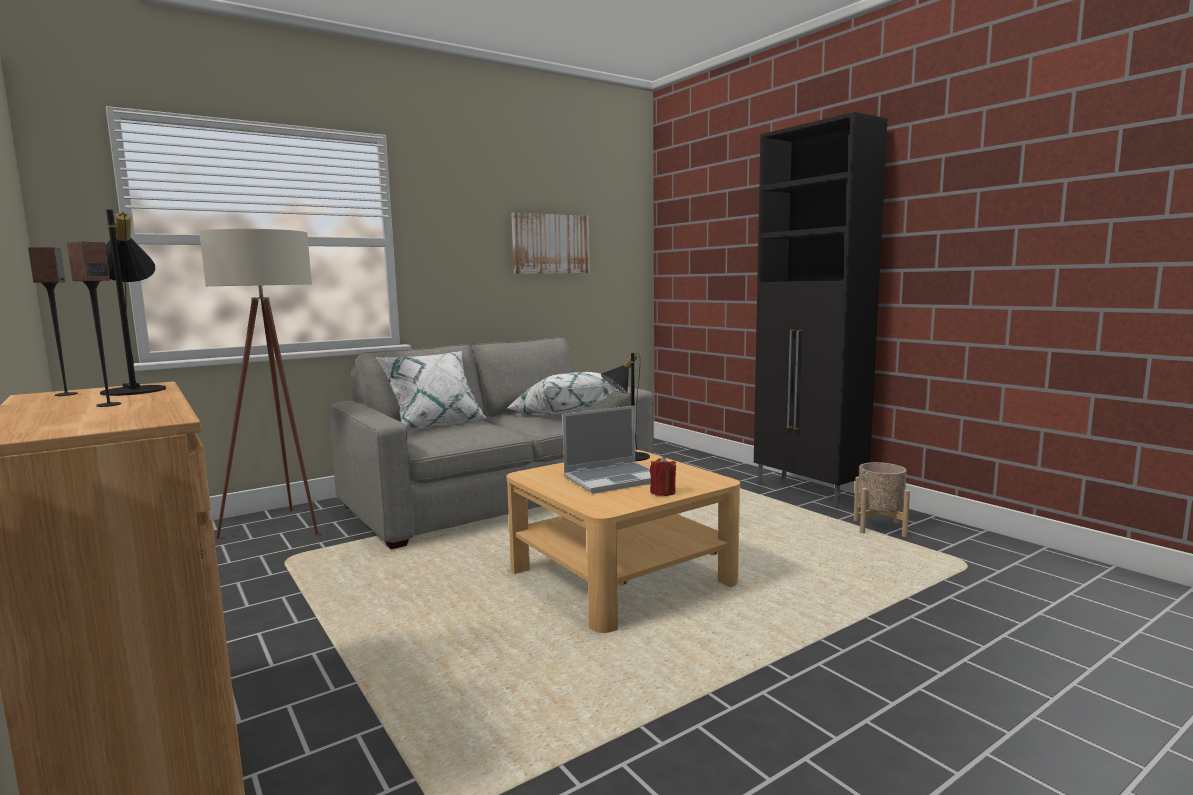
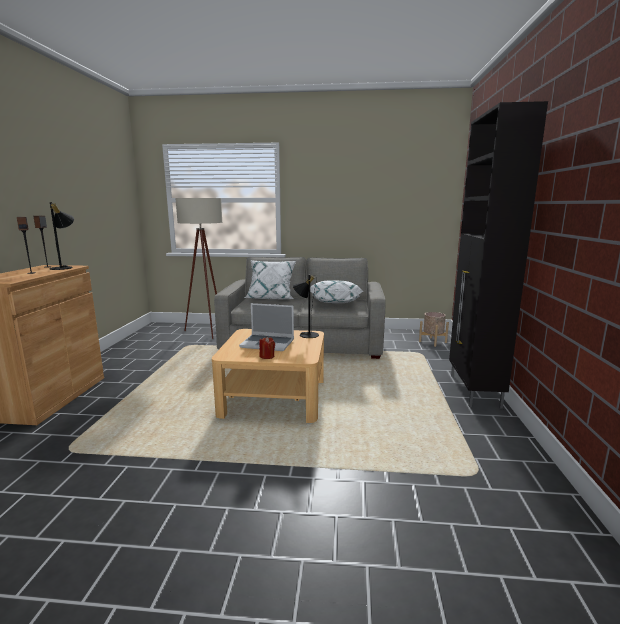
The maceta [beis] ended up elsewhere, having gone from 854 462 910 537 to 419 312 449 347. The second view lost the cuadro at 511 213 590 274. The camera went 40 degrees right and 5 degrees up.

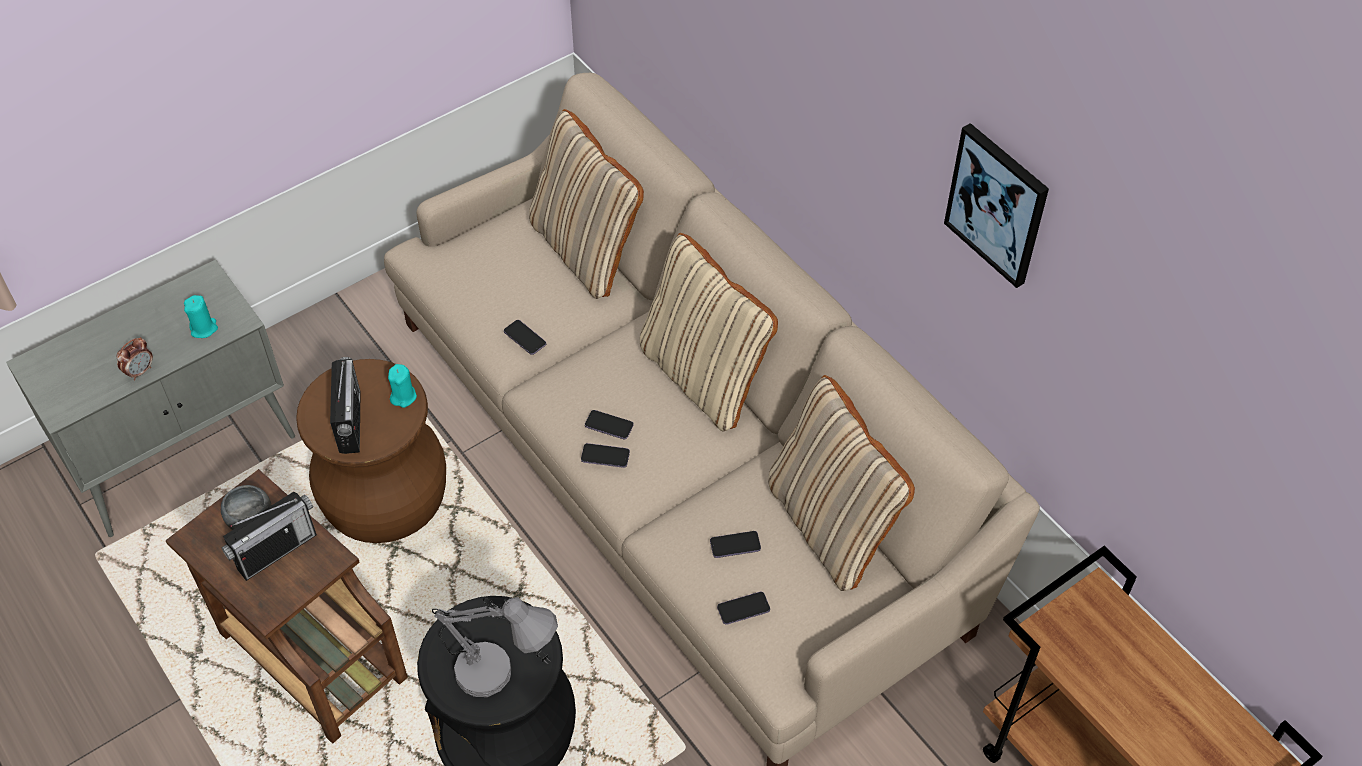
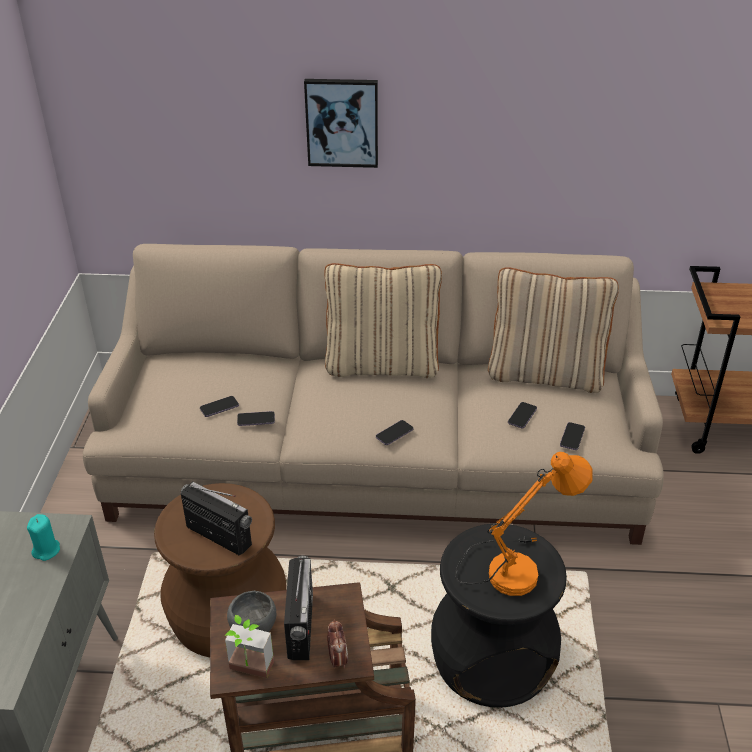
The móvil ended up elsewhere, having gone from 585 410 634 439 to 200 396 239 417. The second view gained the planta en maceta at 225 615 274 678. The cuadro ended up elsewhere, having gone from 944 123 1049 288 to 304 79 378 168. The despertador ended up elsewhere, having gone from 116 337 153 381 to 327 619 348 669. What was the lámpara de mesa [gris] at 432 597 558 697 turned into the lámpara de mesa [naranja] at 455 452 592 596. The second view lost the vela [turquesa] at 388 364 417 408. The second view lost the cojín [beis] at 529 109 644 299. The camera went 50 degrees left and 15 degrees down.

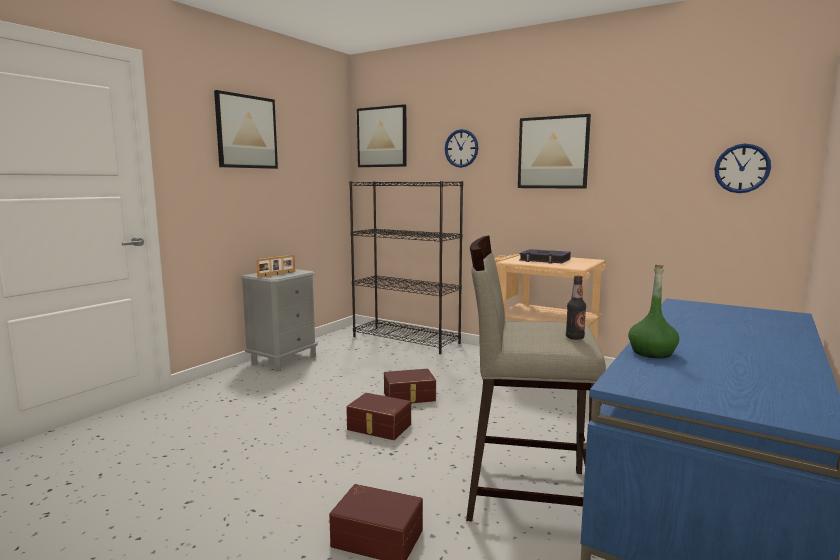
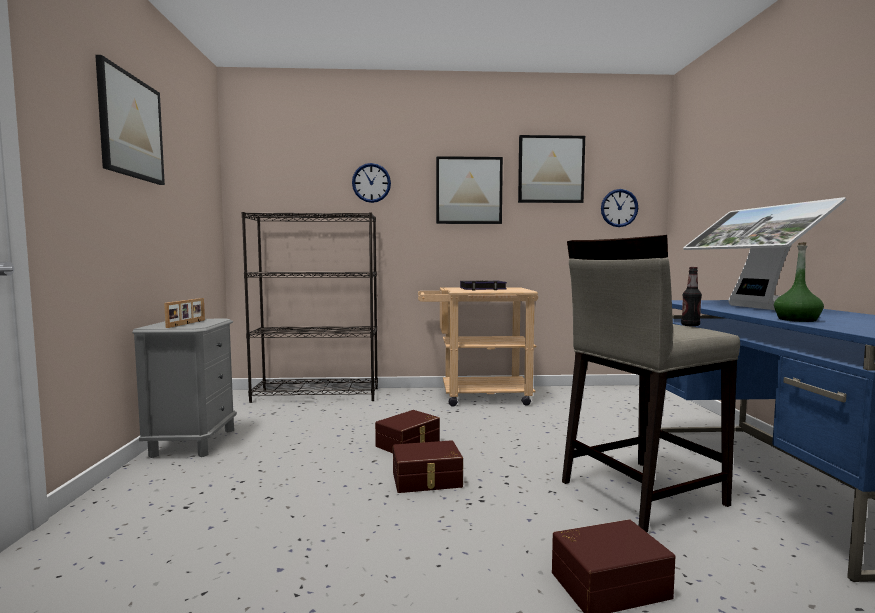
The cuadro ended up elsewhere, having gone from 357 104 407 167 to 518 135 585 203. The second view gained the monitor at 683 197 846 310. The camera went 35 degrees left and 5 degrees down.

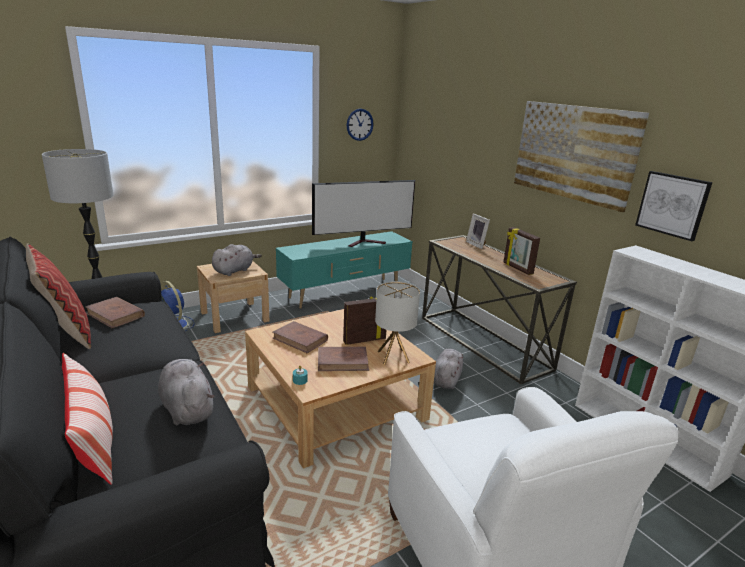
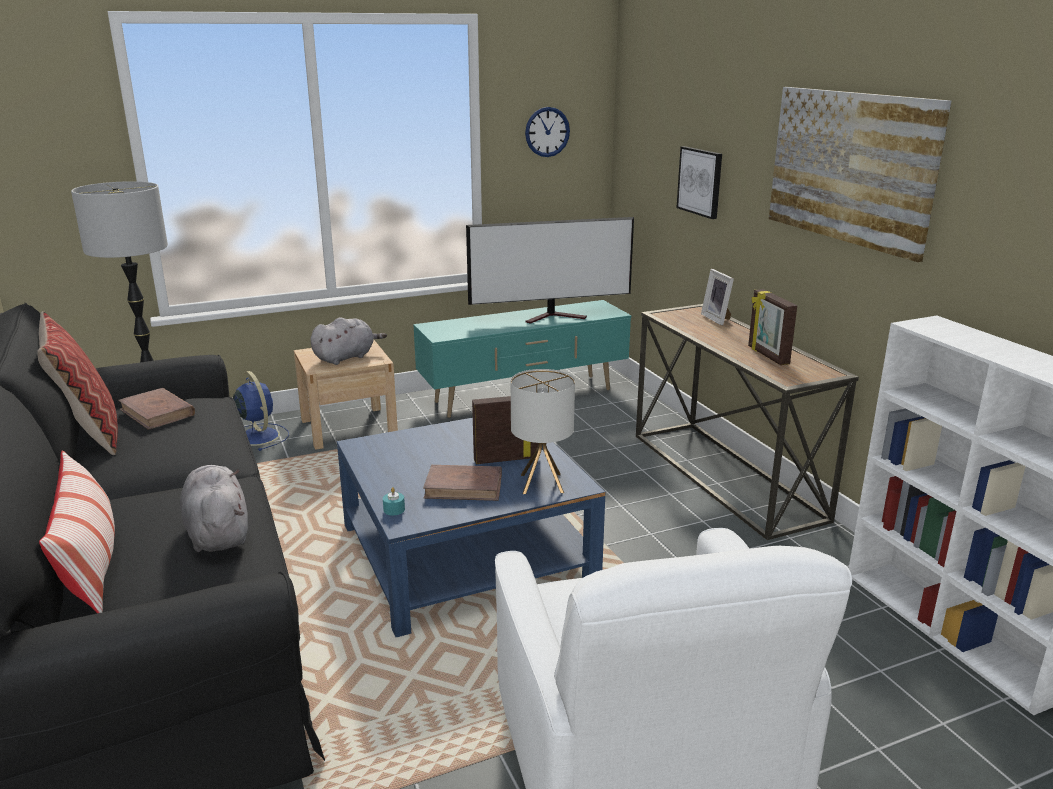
What was the mesa de centro [beis] at 245 309 436 469 turned into the mesa de centro [azul] at 337 418 605 637. The cuadro ended up elsewhere, having gone from 635 171 713 241 to 676 146 722 219. The second view lost the libro [marrón] at 273 321 328 353. The second view lost the peluche [gris] at 434 349 463 389. The camera went 10 degrees right and 0 degrees up.

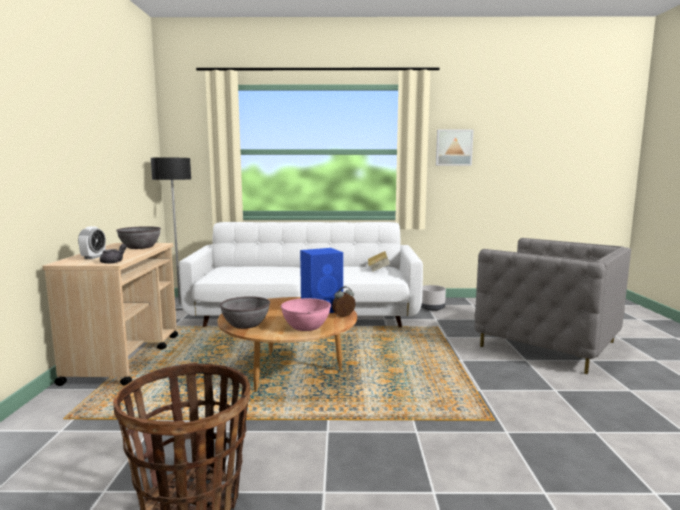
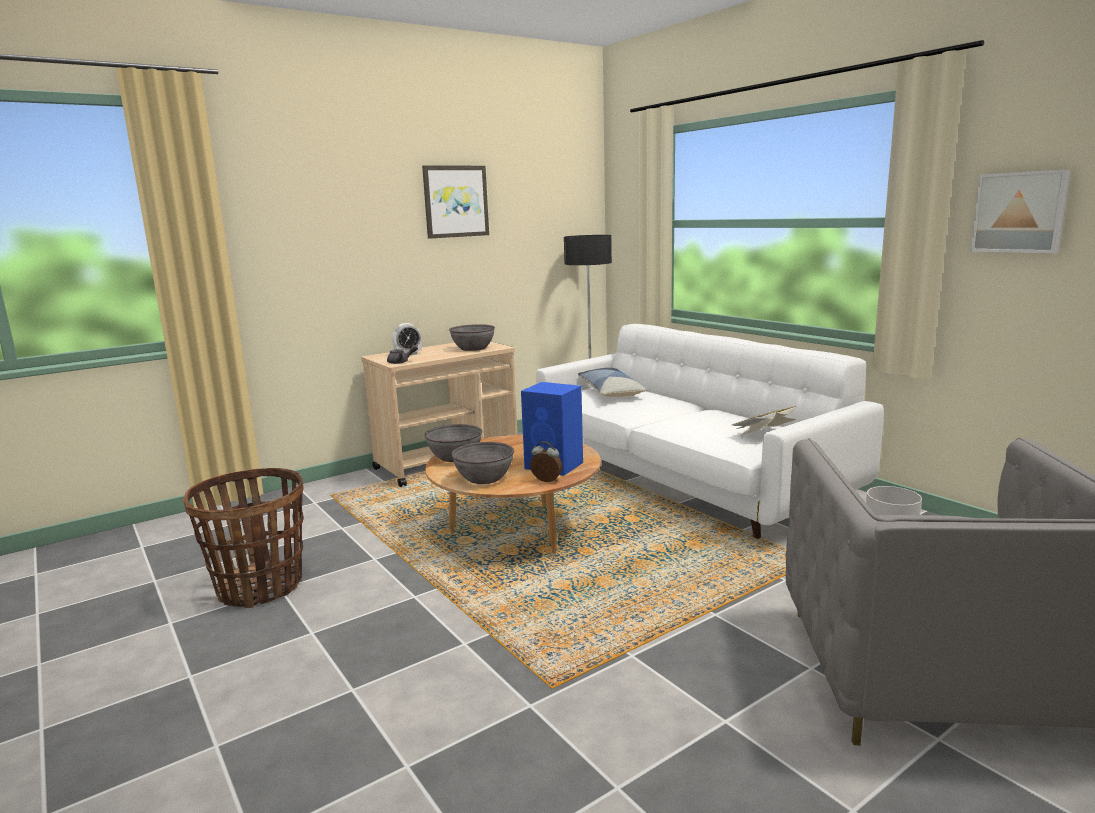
The second view gained the cuadro at 422 165 489 239. What was the cuenco [rosa] at 281 298 331 331 turned into the cuenco [gris] at 451 442 514 484. The second view gained the cojín at 578 368 648 397. The camera went 55 degrees right and 5 degrees up.

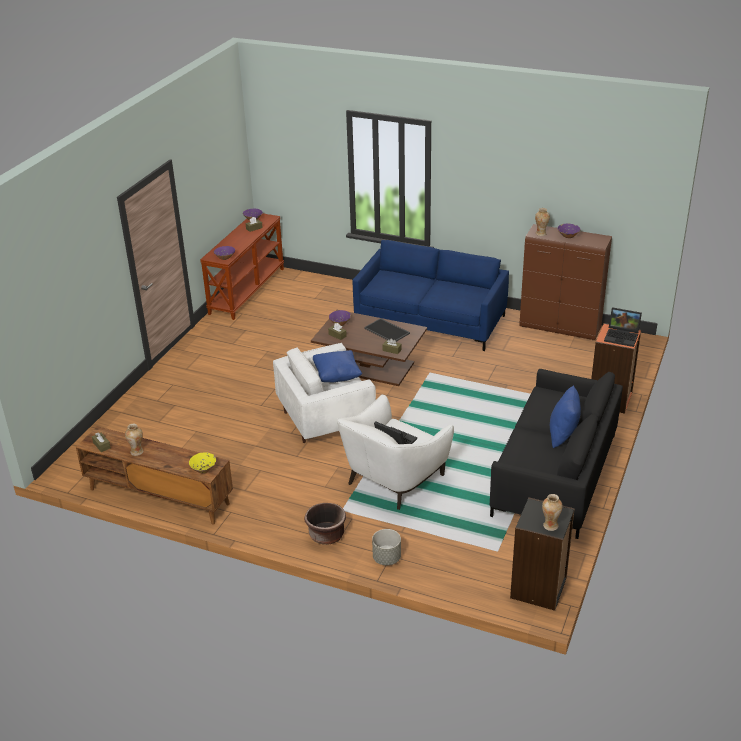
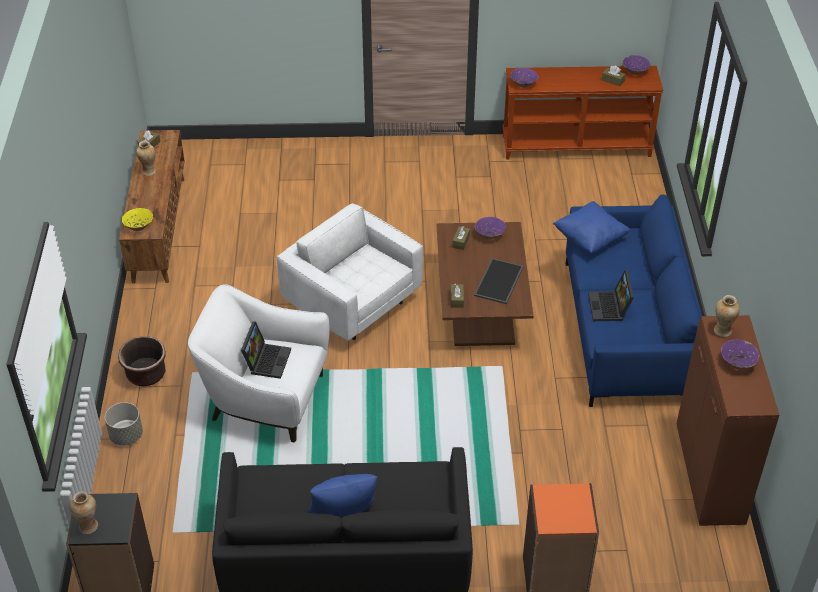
The cojín [azul] ended up elsewhere, having gone from 313 350 363 382 to 553 201 631 254. The portátil ended up elsewhere, having gone from 604 307 642 347 to 588 270 634 321. The camera went 65 degrees right and 10 degrees up.

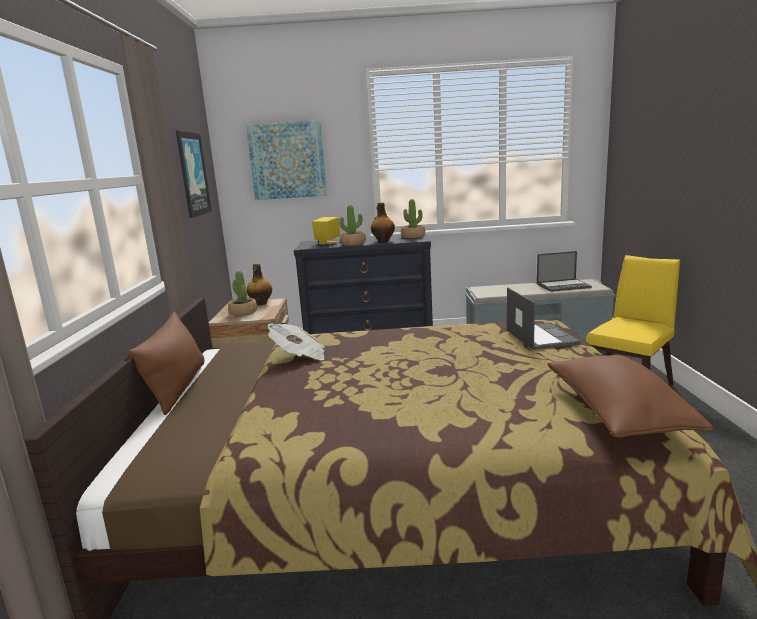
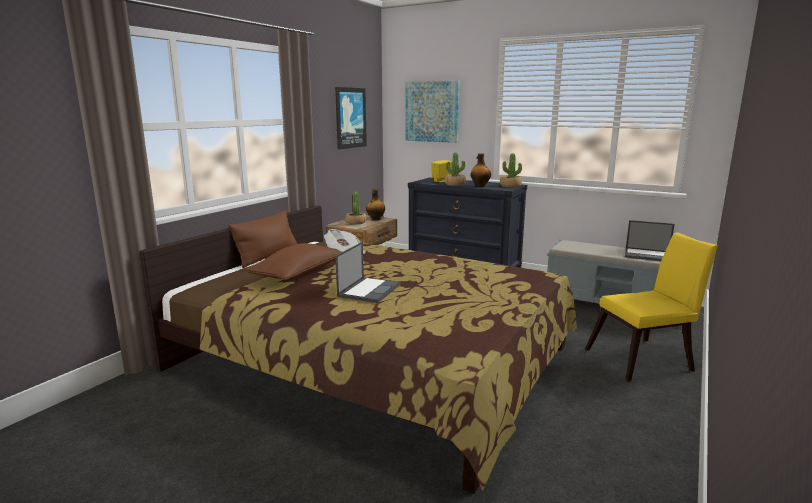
The cojín [marrón] ended up elsewhere, having gone from 547 355 714 438 to 245 243 342 280. The portátil ended up elsewhere, having gone from 507 287 581 350 to 335 242 401 303. The camera went 30 degrees right and 0 degrees up.

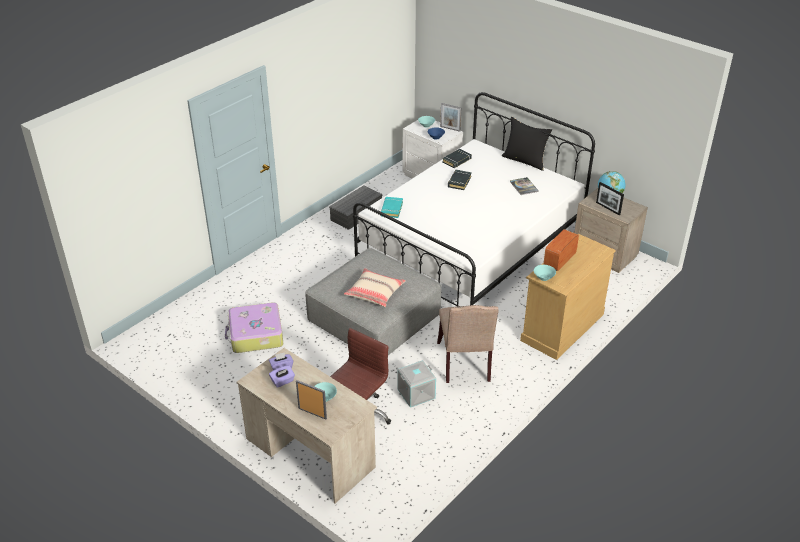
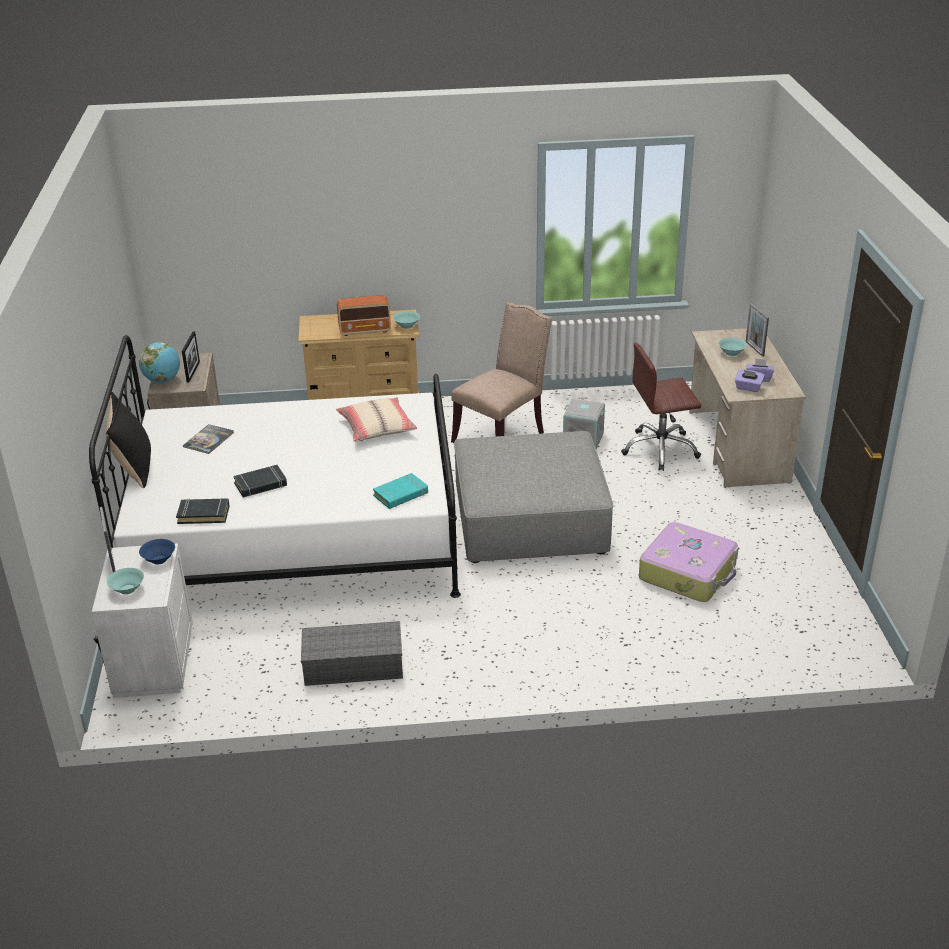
The cojín [beis] ended up elsewhere, having gone from 344 268 406 307 to 336 397 417 442. The camera went 135 degrees left and 5 degrees down.

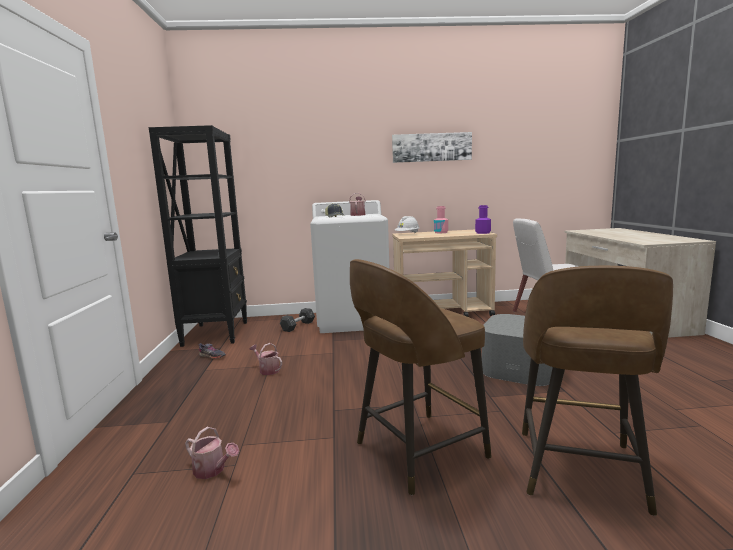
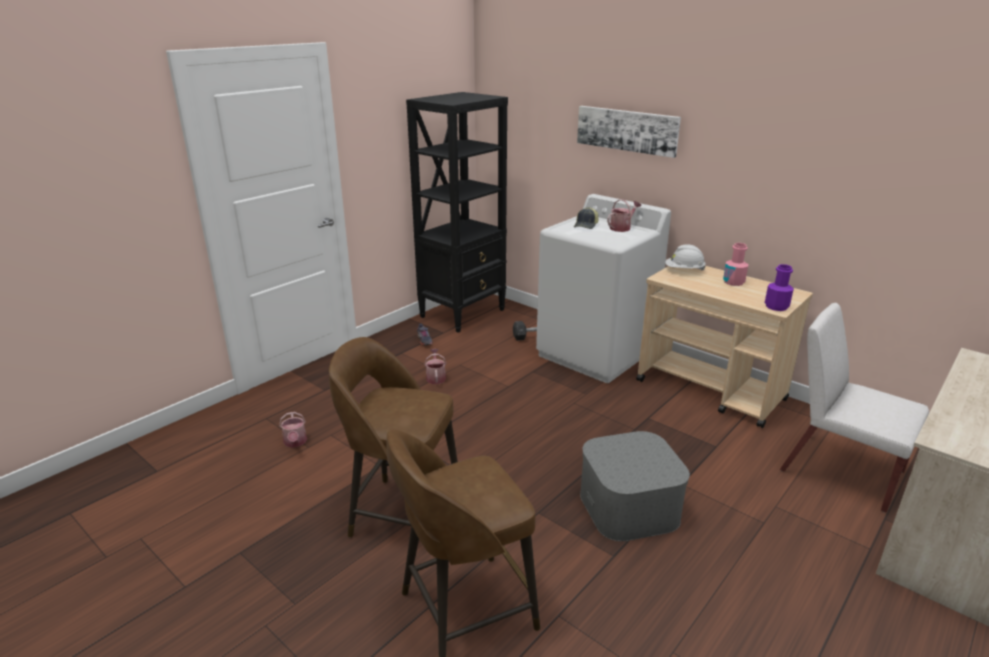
The cuadro ended up elsewhere, having gone from 392 132 472 163 to 577 106 681 158. The camera went 45 degrees right and 15 degrees up.

